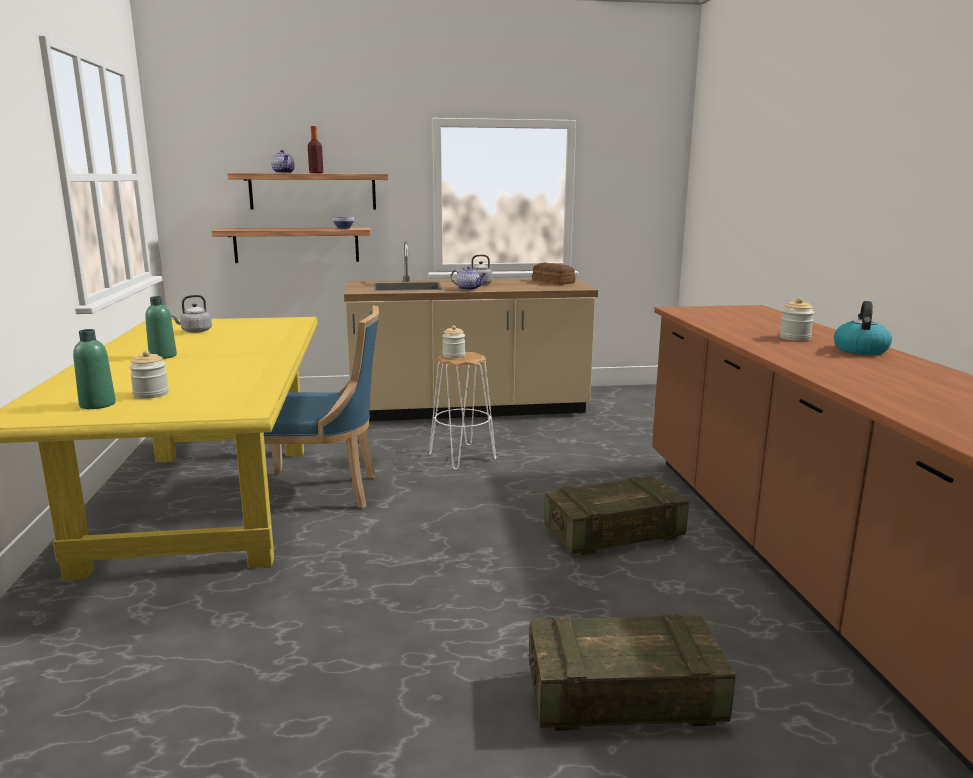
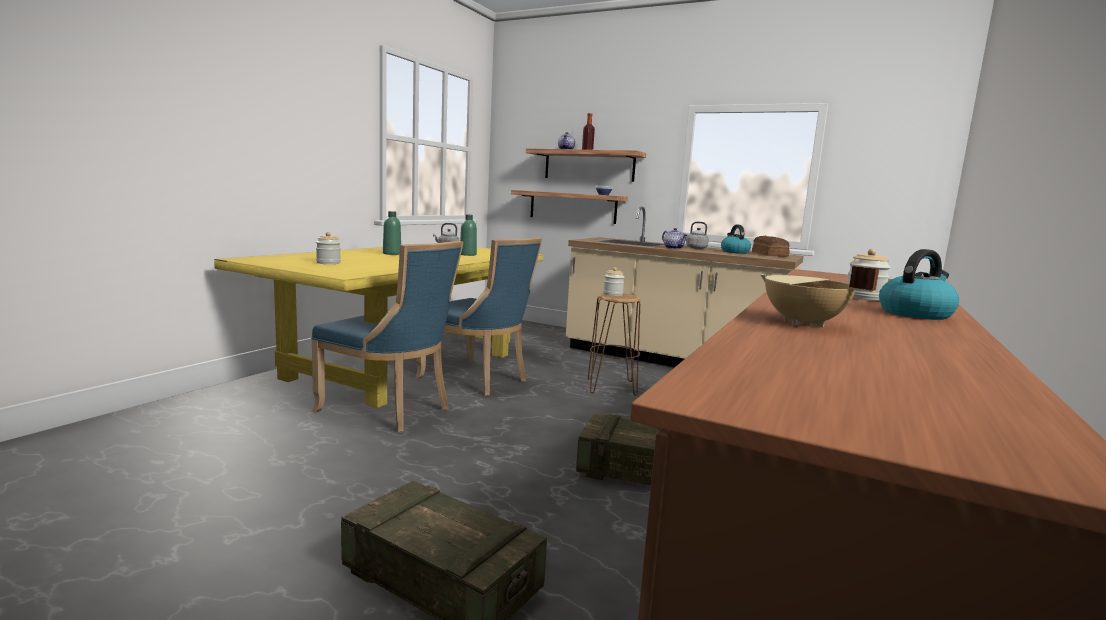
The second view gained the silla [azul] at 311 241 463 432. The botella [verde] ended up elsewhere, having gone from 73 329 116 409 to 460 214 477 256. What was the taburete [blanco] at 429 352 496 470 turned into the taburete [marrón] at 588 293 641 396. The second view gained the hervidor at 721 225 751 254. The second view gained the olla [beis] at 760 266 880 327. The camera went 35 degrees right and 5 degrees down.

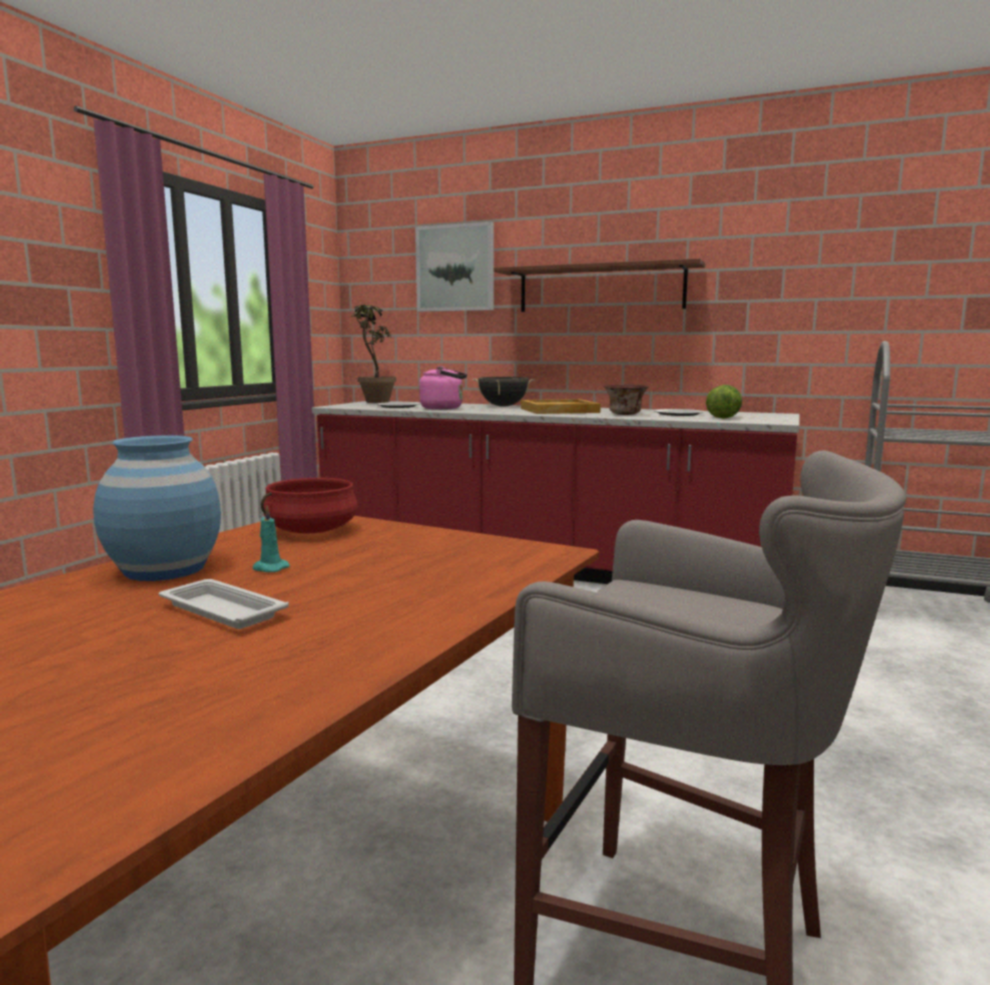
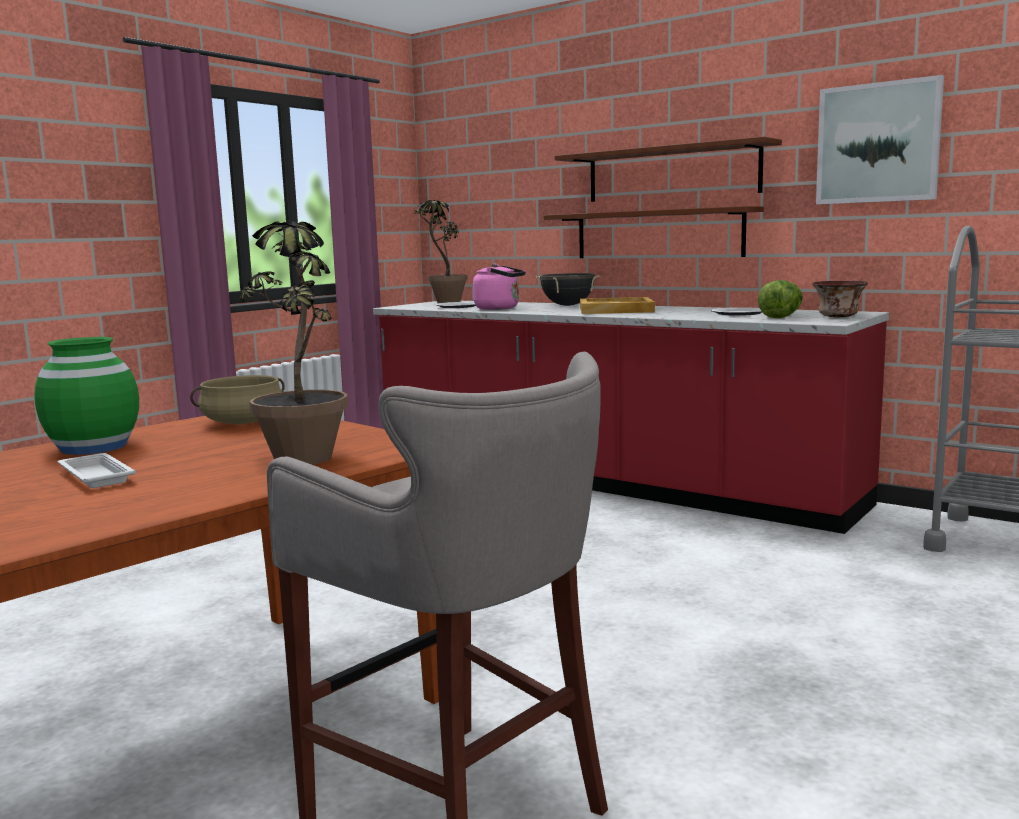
What was the florero [azul] at 93 435 221 581 turned into the florero [verde] at 34 337 139 455. What was the olla [rojo] at 261 478 358 534 turned into the olla [beis] at 190 375 285 424. The second view gained the planta en maceta at 240 221 348 465. The second view gained the estante [marrón] at 544 206 764 258. The cuenco ended up elsewhere, having gone from 604 385 648 415 to 812 281 868 317. The cuadro ended up elsewhere, having gone from 415 222 494 312 to 816 75 944 204. The second view lost the vela [turquesa] at 253 506 290 572. The camera went 15 degrees right and 0 degrees up.

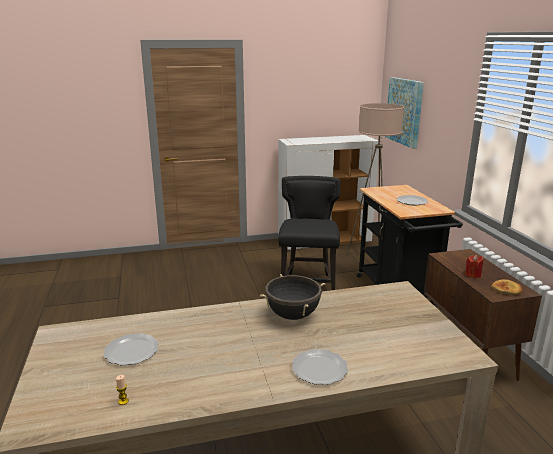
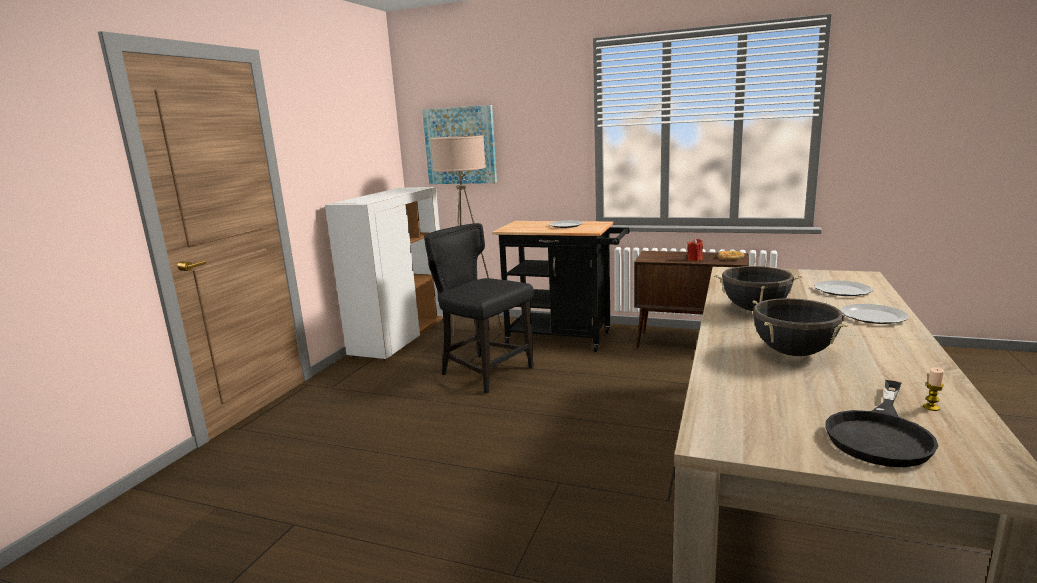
The second view gained the olla [negro] at 752 298 848 356. The plato ended up elsewhere, having gone from 103 333 159 366 to 814 280 873 296. The second view gained the sartén [negro] at 825 380 938 467. The camera went 55 degrees left and 5 degrees down.

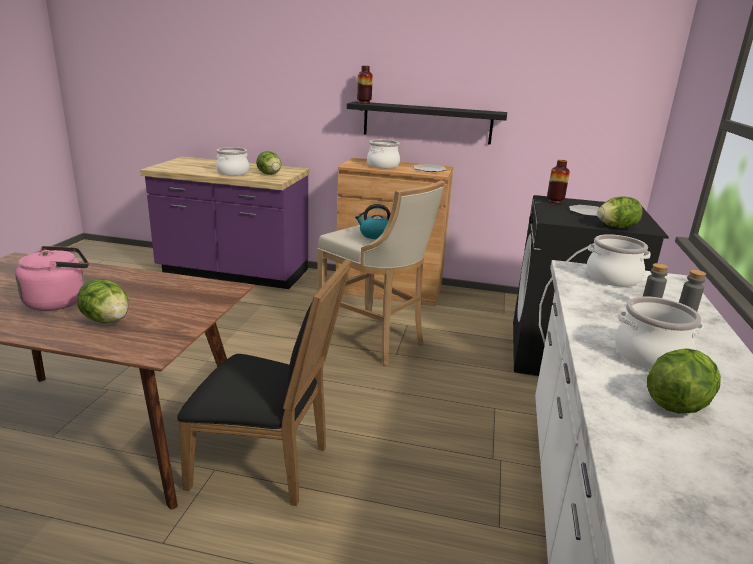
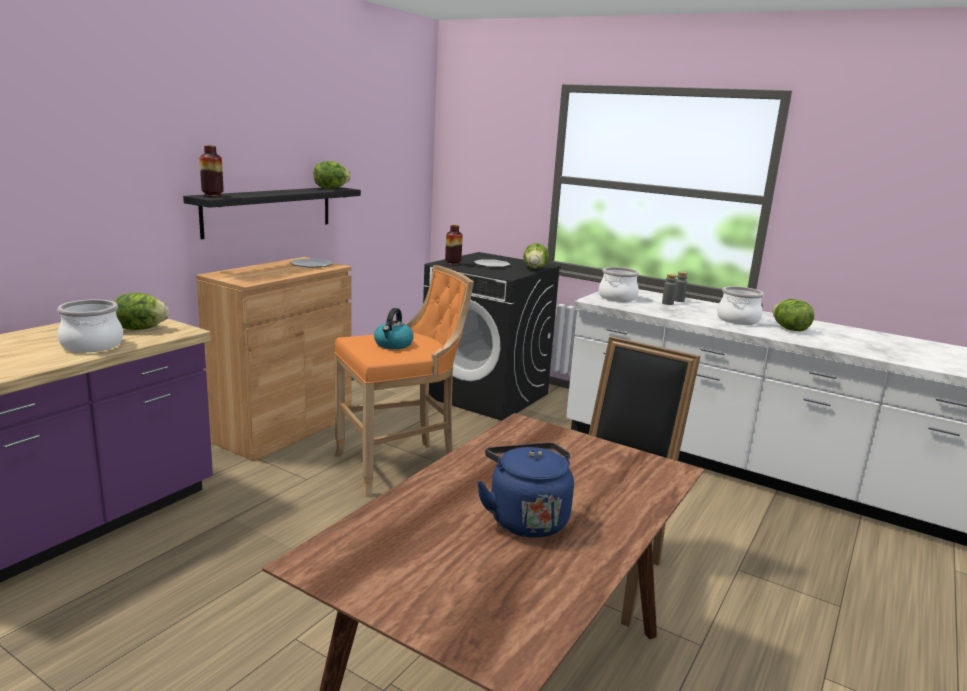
The lechuga ended up elsewhere, having gone from 77 279 129 323 to 314 161 351 189. What was the taburete [beis] at 317 180 445 365 turned into the taburete [naranja] at 334 265 474 497. What was the hervidor [rosa] at 15 246 89 311 turned into the hervidor [azul] at 477 443 574 538. The second view lost the olla at 367 140 400 168. The camera went 70 degrees left and 5 degrees down.

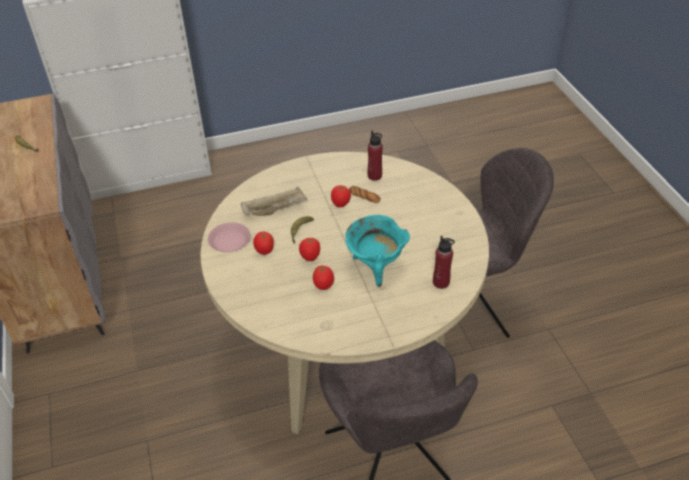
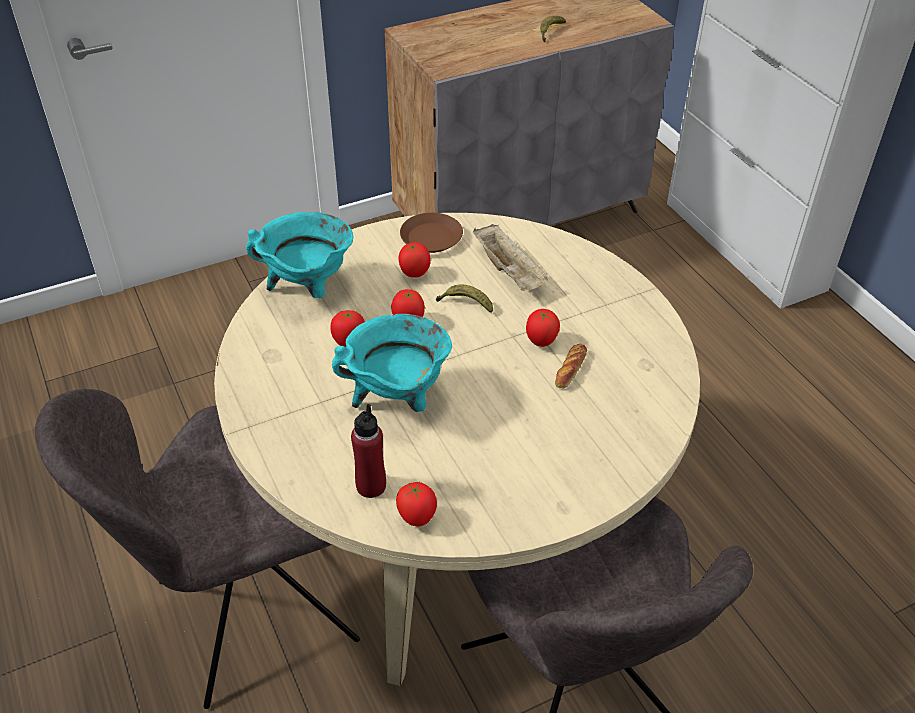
The second view gained the olla [turquesa] at 246 212 353 298. The second view gained the tomate at 396 482 437 526. What was the plato [rosa] at 208 222 251 252 turned into the plato [marrón] at 400 213 463 253. The second view lost the botella [rojo] at 367 131 383 181. The camera went 80 degrees right and 0 degrees up.

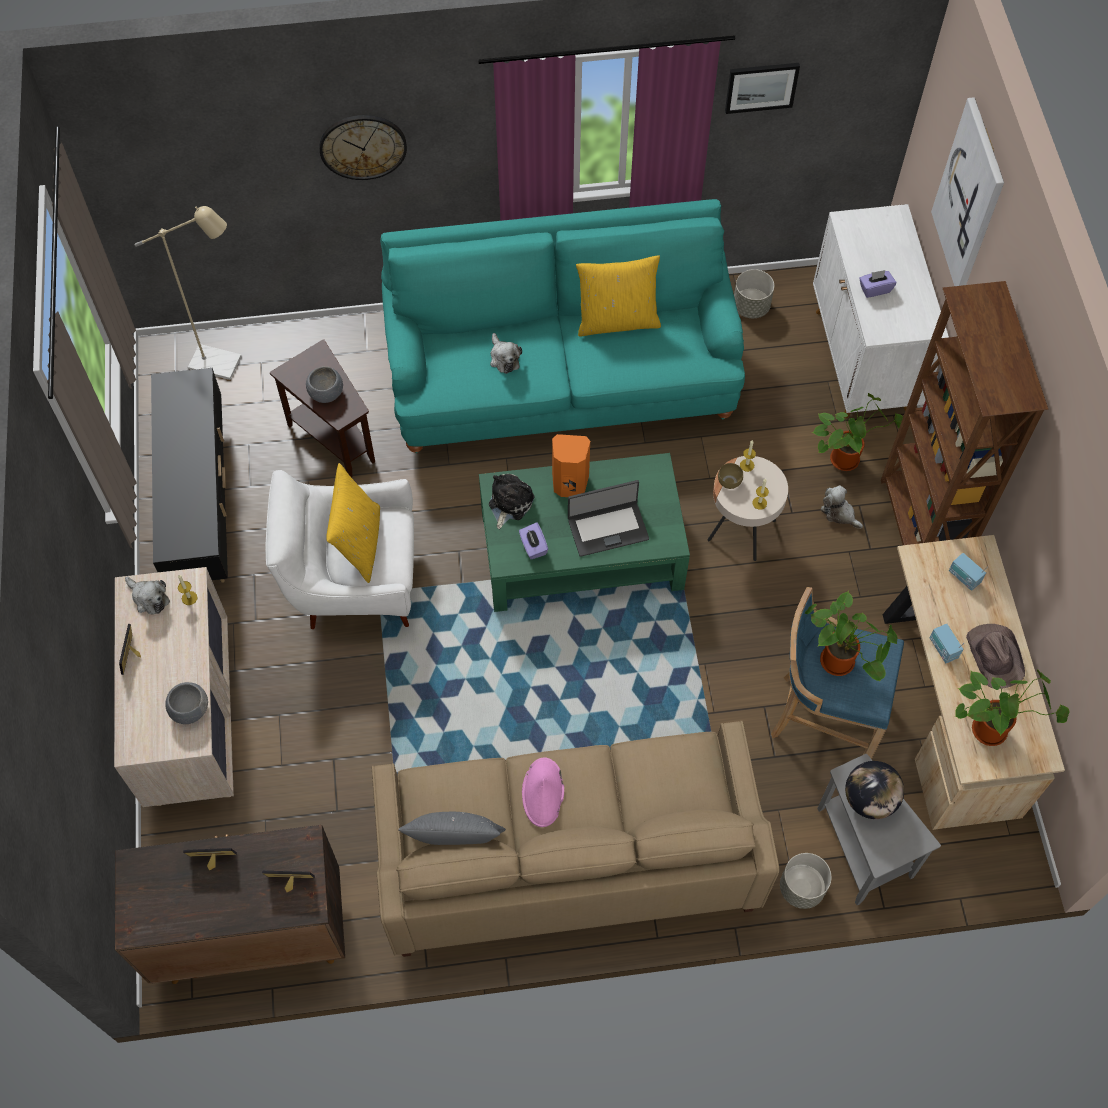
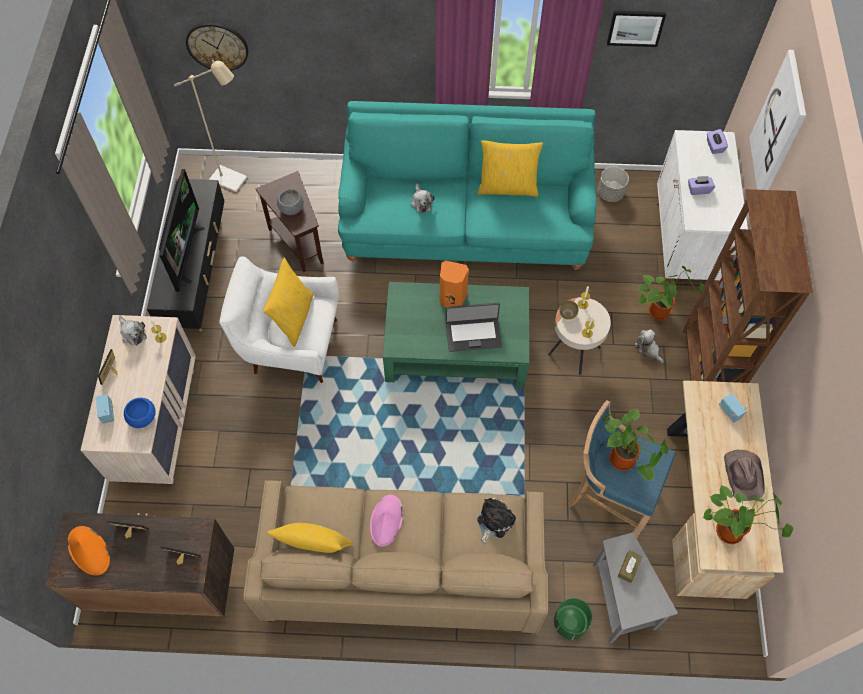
The second view gained the sombrero [naranja] at 68 526 110 575. The radio ended up elsewhere, having gone from 930 624 964 663 to 96 394 114 424. What was the cuenco [gris] at 165 682 208 724 turned into the cuenco [azul] at 124 398 156 428. The second view gained the televisor at 159 169 205 292. The reloj de pared ended up elsewhere, having gone from 320 115 407 180 to 186 23 248 71. What was the cojín [gris] at 398 812 506 845 turned into the cojín [amarillo] at 267 523 354 553. The peluche ended up elsewhere, having gone from 489 474 535 529 to 477 498 516 543. What was the maceta [gris] at 780 853 831 909 turned into the maceta [verde] at 554 598 592 639. Where the globo terráqueo stood at 845 761 904 819, the caja de pañuelos [marrón] came to stand at 618 550 642 583. The caja de pañuelos [morado] ended up elsewhere, having gone from 519 522 548 559 to 707 129 728 154. The camera went 10 degrees right and 0 degrees up.

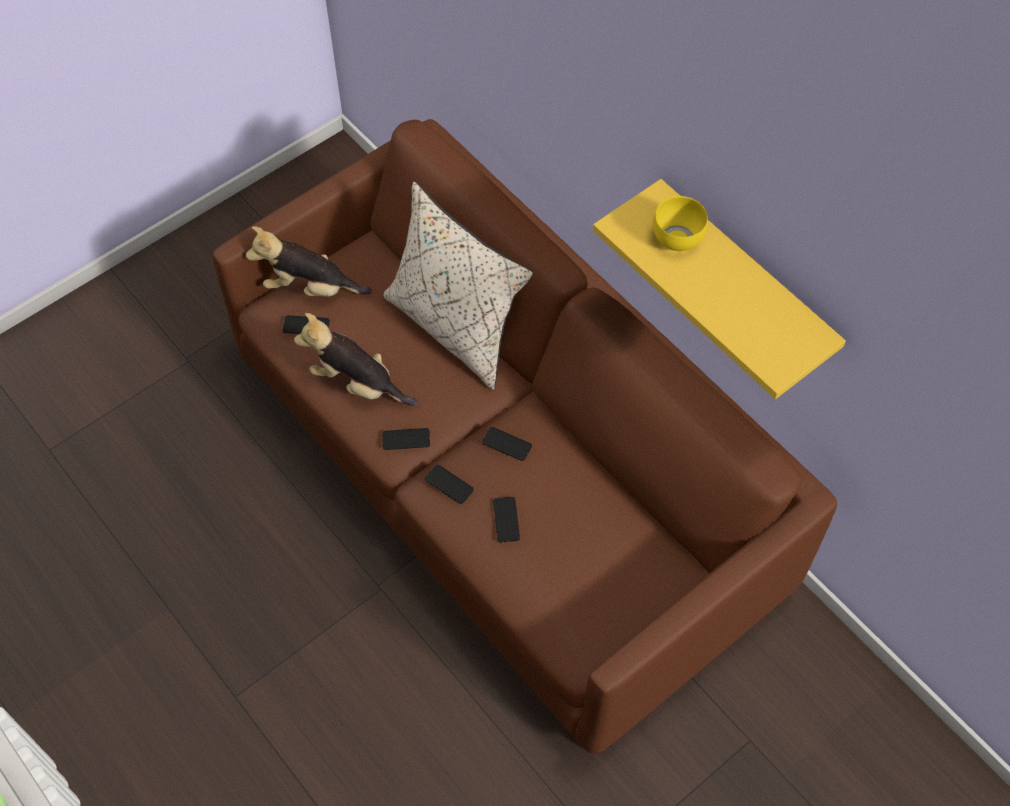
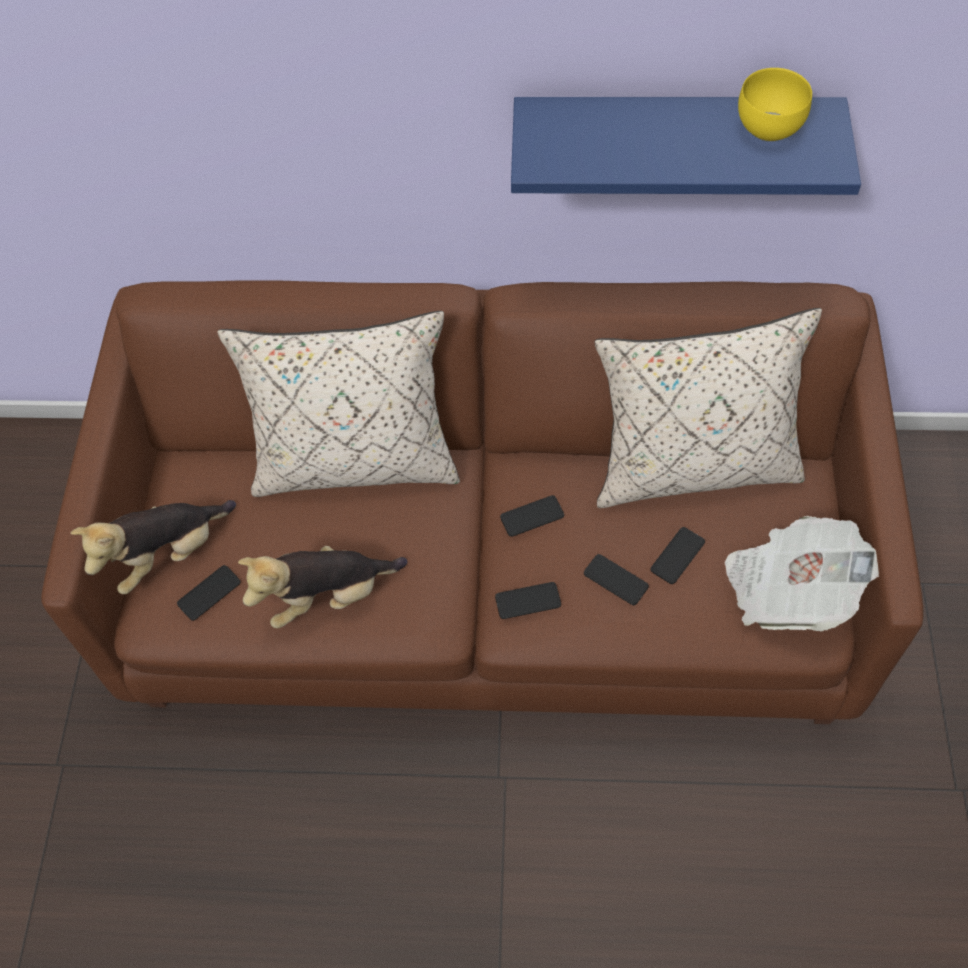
What was the estante [amarillo] at 593 179 846 399 turned into the estante [azul] at 511 97 861 195. The second view gained the cojín [beis] at 595 308 822 508. The móvil ended up elsewhere, having gone from 382 428 430 450 to 651 527 705 584. The second view gained the periódico at 724 516 879 632. The cuenco [amarillo] ended up elsewhere, having gone from 653 196 708 251 to 738 68 812 142. The camera went 45 degrees left and 0 degrees up.

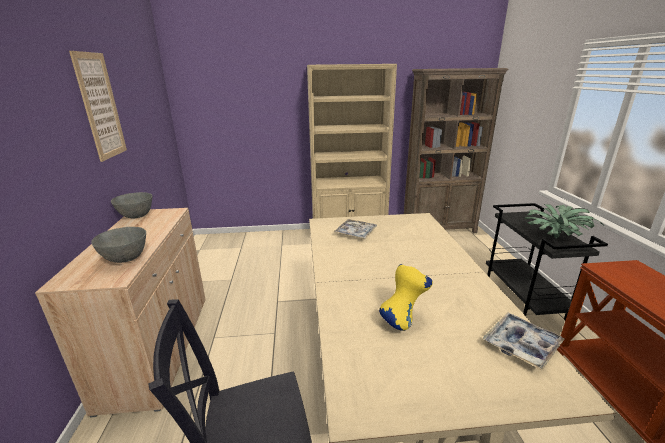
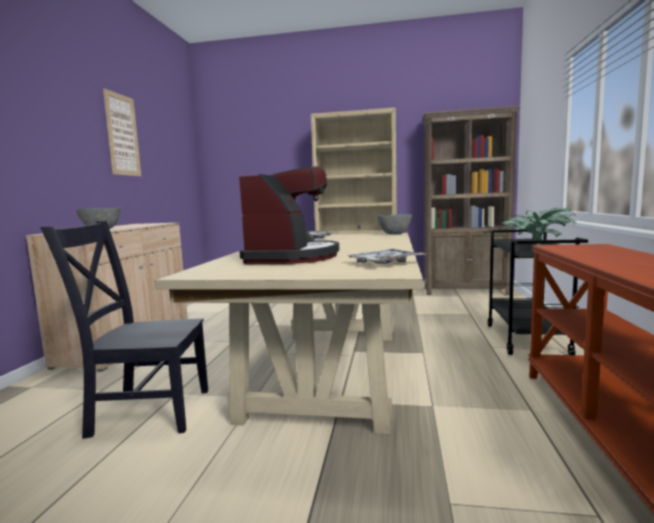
Where the florero [amarillo] stood at 379 264 433 331, the cafetera came to stand at 239 166 339 264. The cuenco [gris] ended up elsewhere, having gone from 111 192 152 218 to 376 214 412 235. The camera went 15 degrees right and 15 degrees down.

